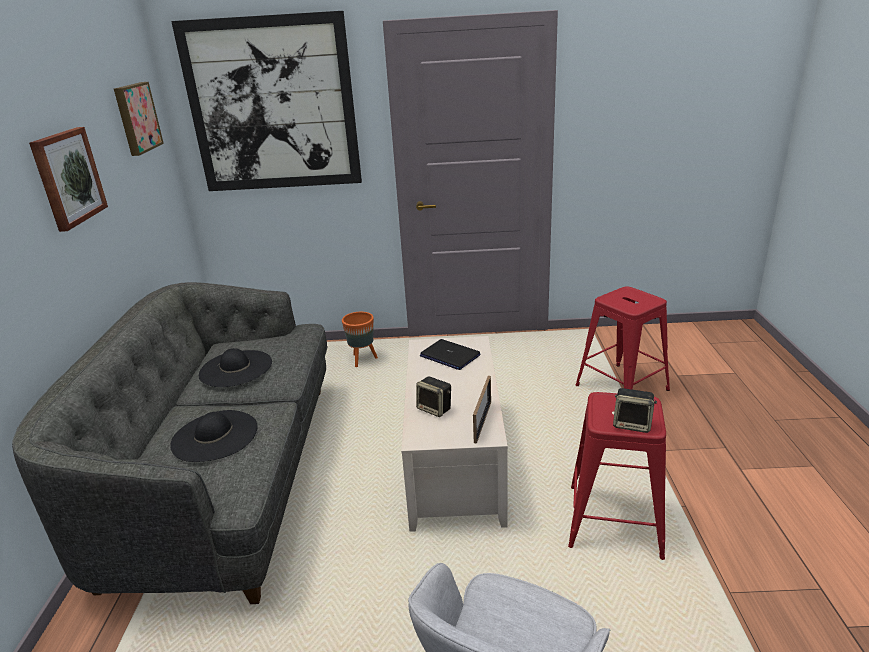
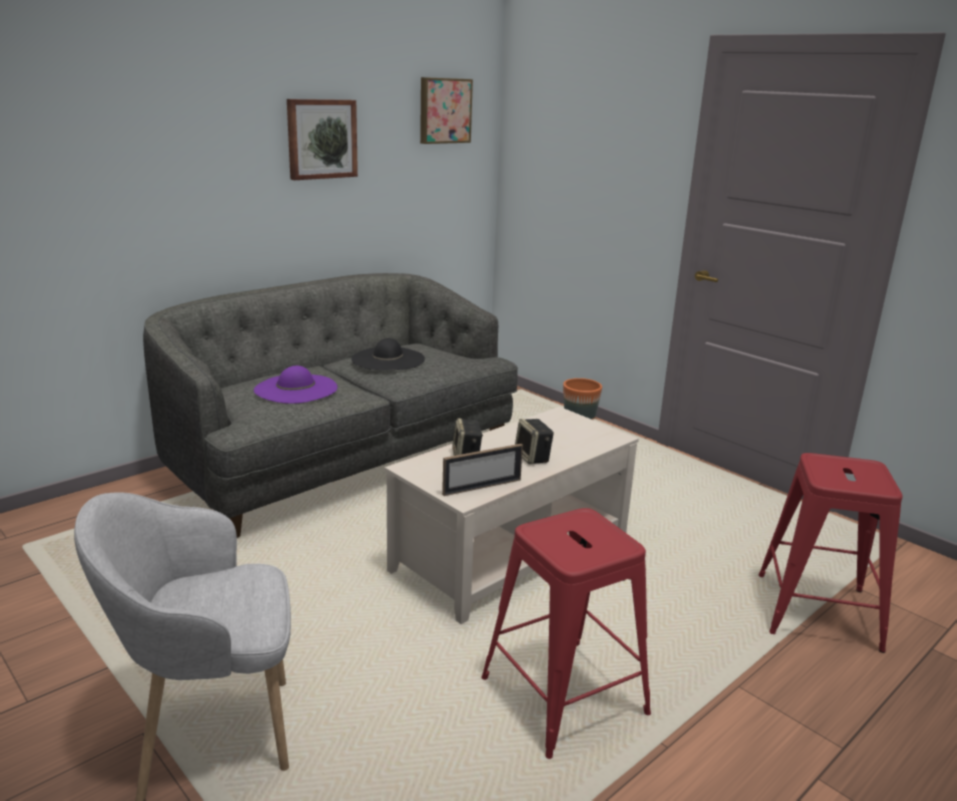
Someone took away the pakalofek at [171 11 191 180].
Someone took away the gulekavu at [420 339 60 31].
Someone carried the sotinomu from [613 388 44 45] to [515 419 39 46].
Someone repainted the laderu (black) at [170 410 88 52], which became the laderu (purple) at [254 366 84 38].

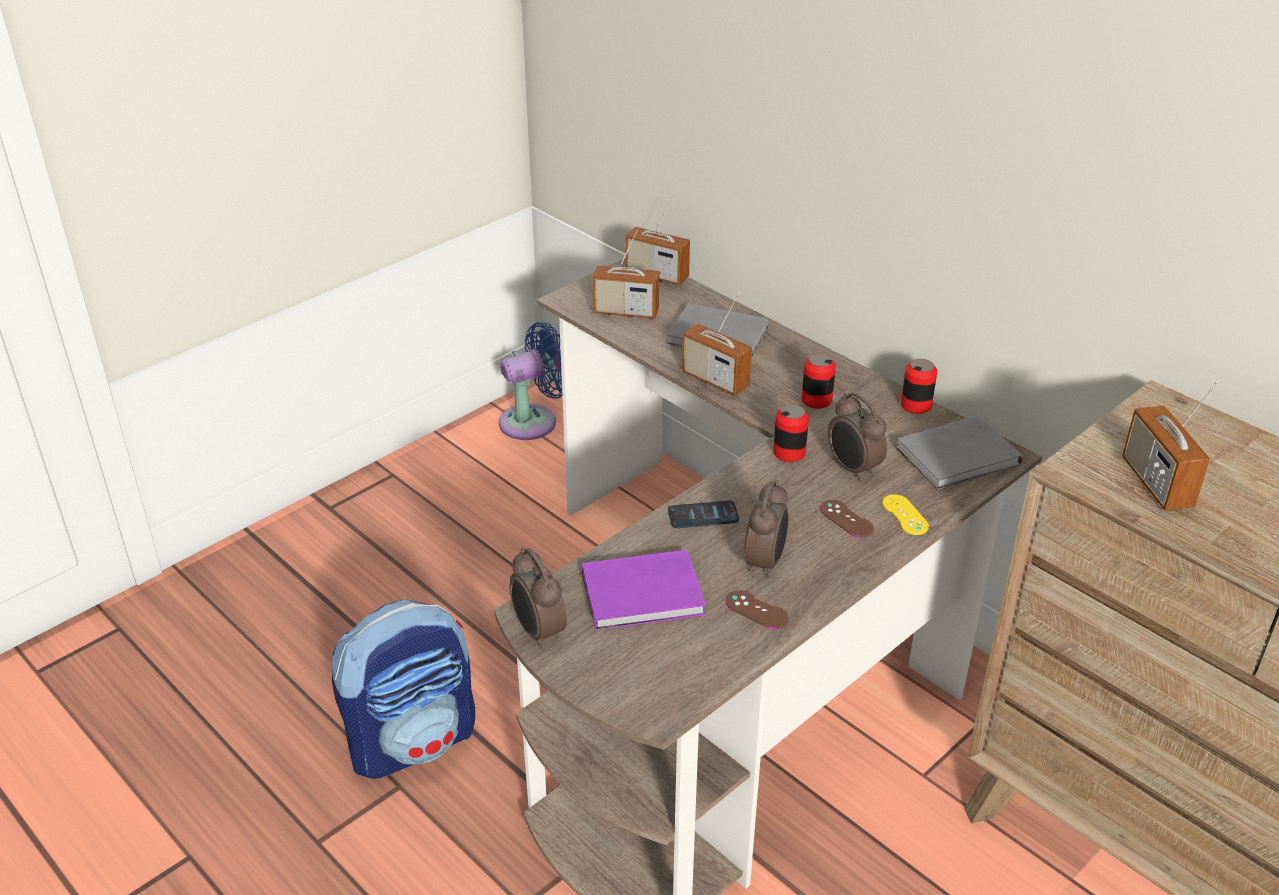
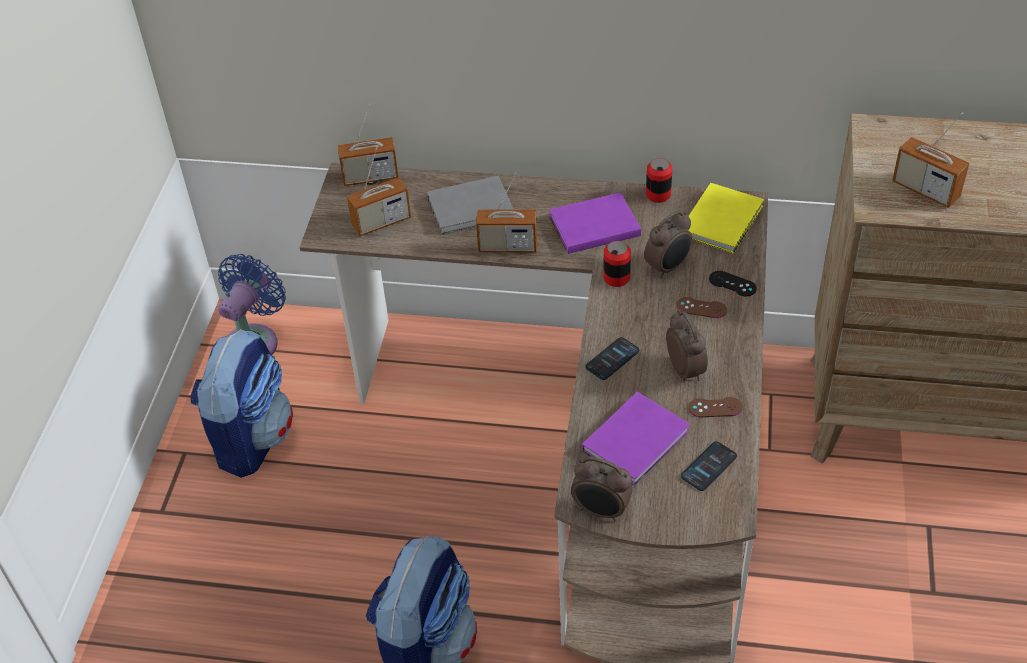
Someone put down the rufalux at [190 329 103 149].
Someone put down the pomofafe at [681 441 56 50].
Someone swapped the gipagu at [802 354 34 55] for the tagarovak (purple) at [549 192 92 62].
Someone repainted the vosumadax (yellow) at [882 495 47 40], which became the vosumadax (black) at [709 271 48 25].
Someone repainted the tagarovak (grey) at [896 415 126 75], which became the tagarovak (yellow) at [688 183 76 71].
Someone rotated the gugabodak at [828 392 59 89] by 60 degrees counterclockwise.

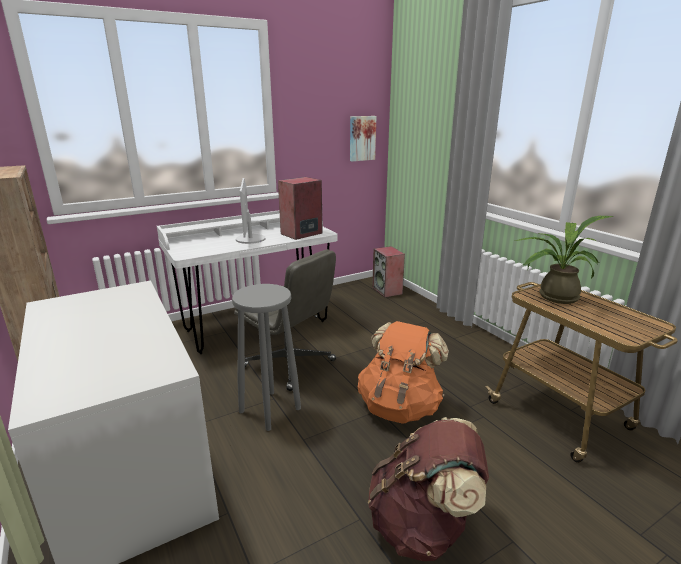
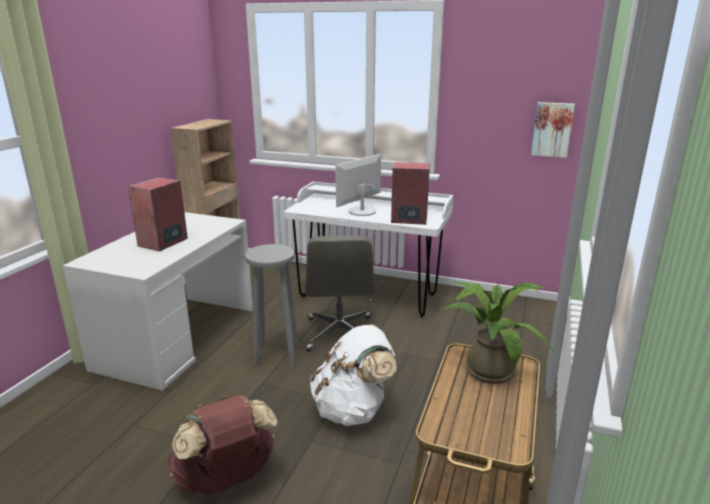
Someone carried the sotinomu from [372 246 33 52] to [128 177 60 74].
Someone repainted the rufalux (orange) at [358 321 91 103], which became the rufalux (white) at [310 325 87 101].

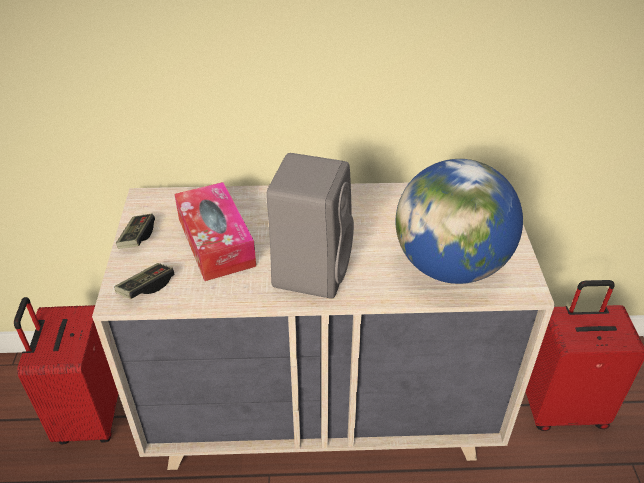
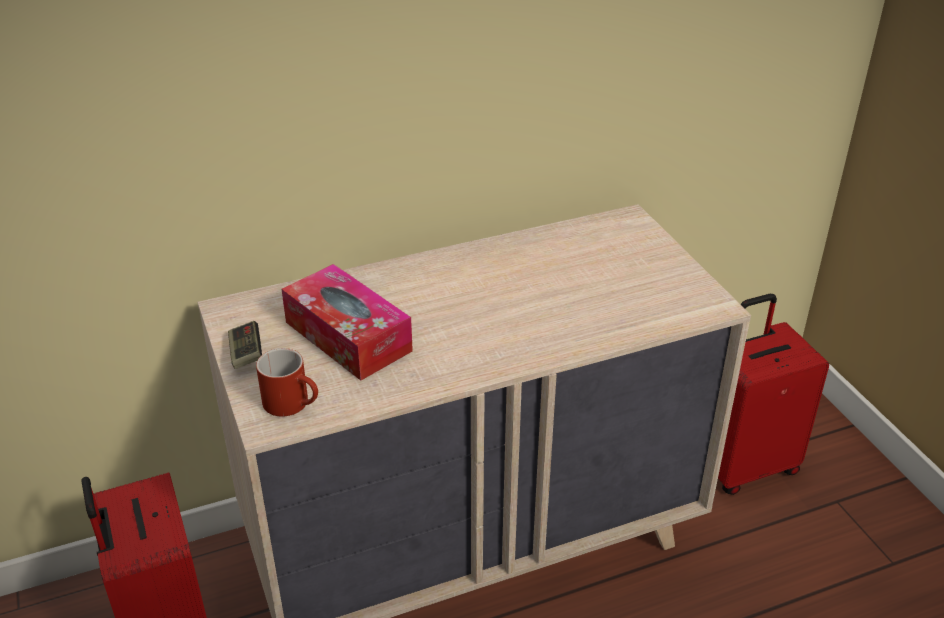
Someone took away the sotinomu (grey) at [266 153 88 146].
Someone took away the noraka at [396 159 127 125].
Someone swapped the vosumadax at [114 263 60 36] for the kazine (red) at [256 348 62 69].

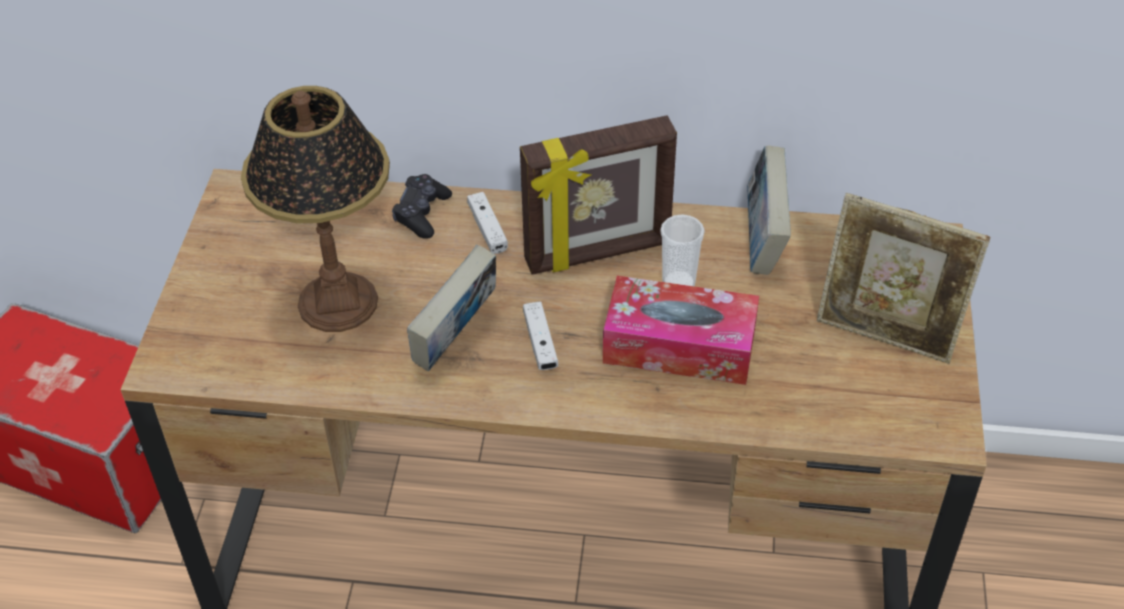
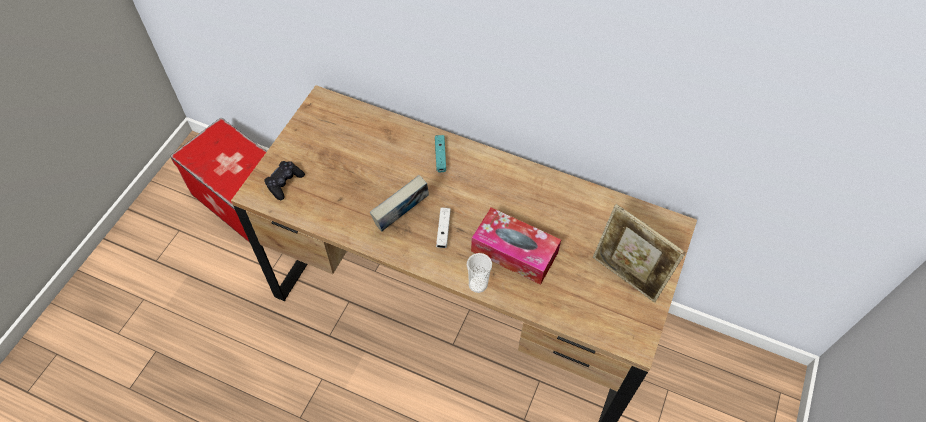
Someone took away the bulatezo at [241 86 149 246].
Someone took away the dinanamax at [520 115 157 160].
Someone took away the tagarovak at [747 146 44 129].
Someone carried the vosumadax (black) from [392 174 60 65] to [264 161 41 39].
Someone carried the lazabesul from [660 214 45 72] to [467 253 25 40].
Someone repainted the vosumadax (white) at [467 192 41 62], which became the vosumadax (turquoise) at [435 135 11 37].

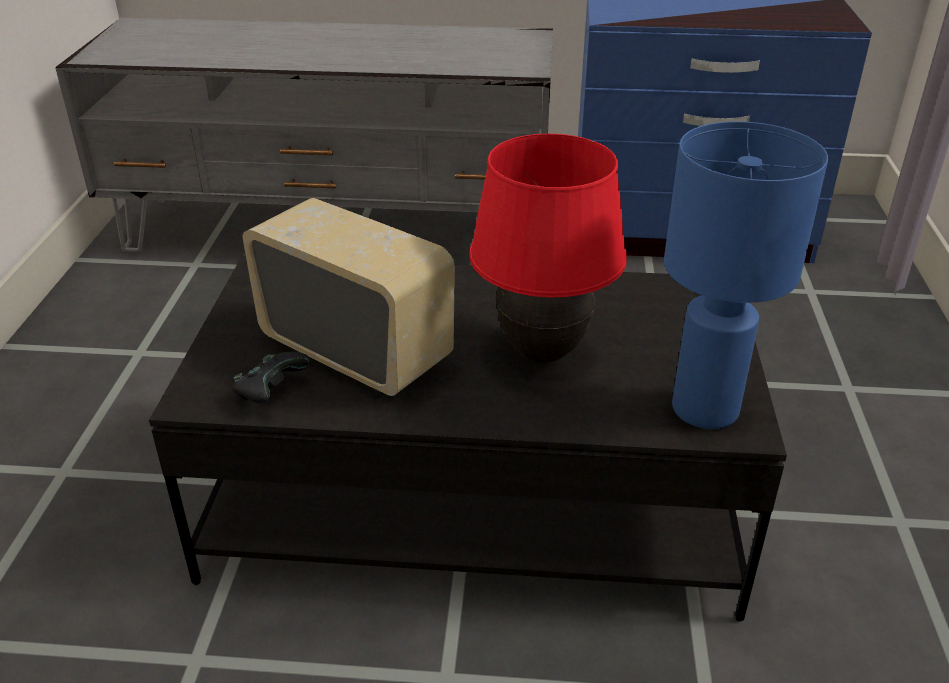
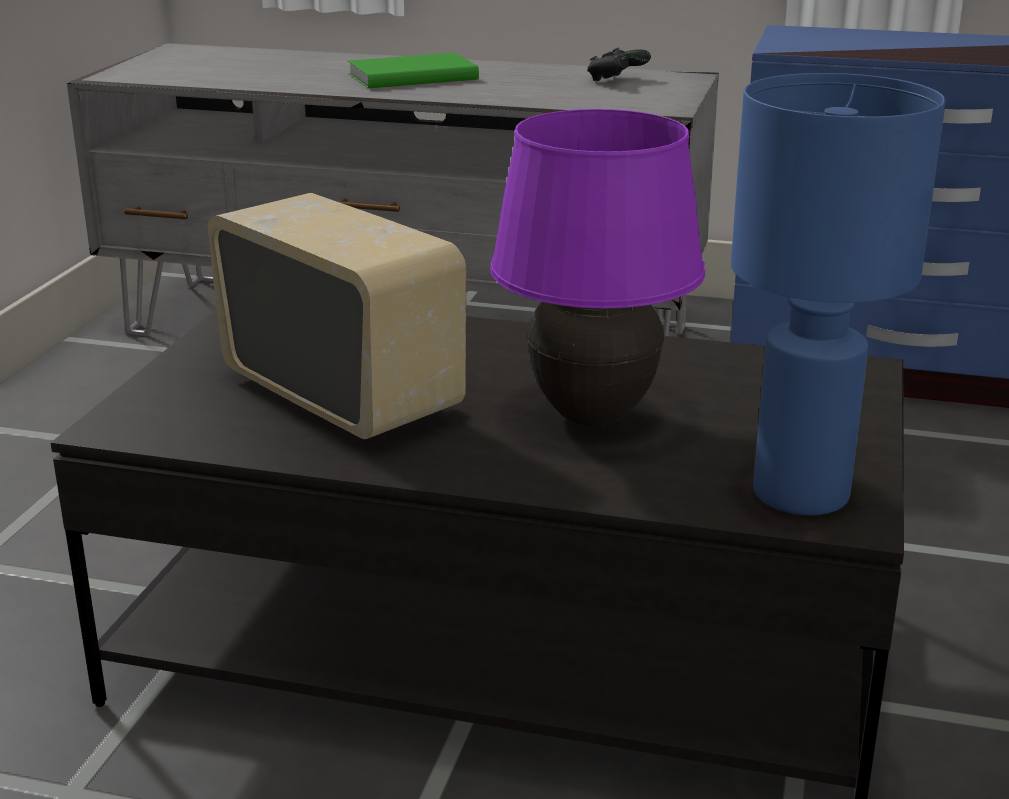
Someone put down the tagarovak (green) at [348 53 131 35].
Someone carried the vosumadax (black) from [232 352 79 52] to [587 47 64 34].
Someone repainted the bulatezo (red) at [469 134 158 229], which became the bulatezo (purple) at [490 109 215 317].

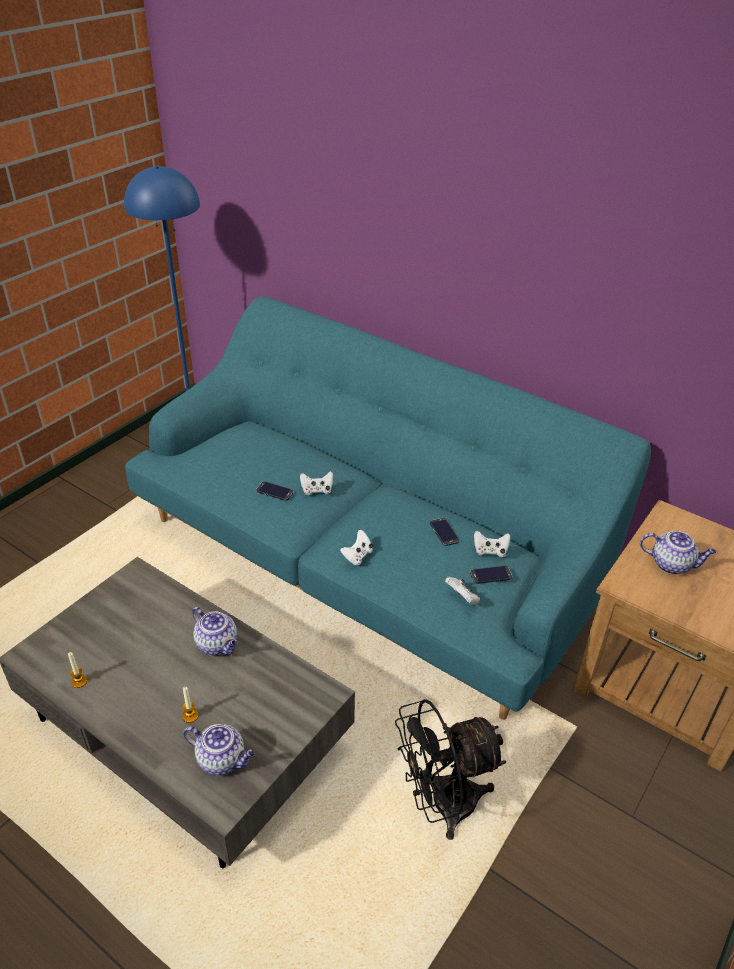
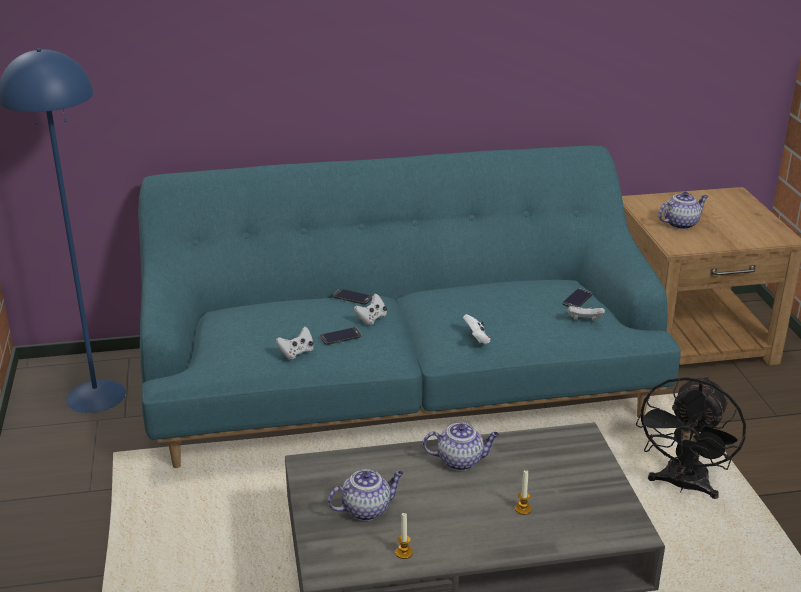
Someone carried the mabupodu from [183 724 72 52] to [328 469 76 52].
Someone carried the pomofafe from [430 518 29 28] to [333 289 39 16].
Someone carried the vosumadax (white) from [474 531 36 26] to [276 327 38 32].

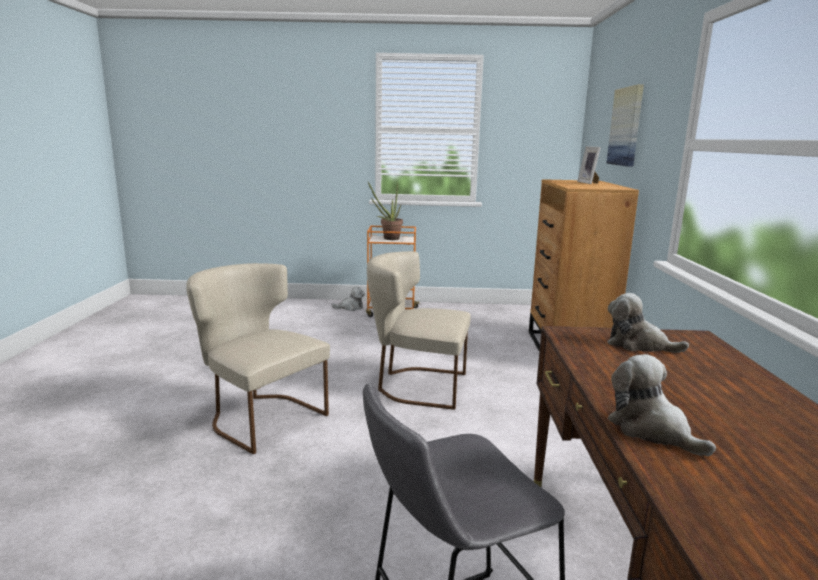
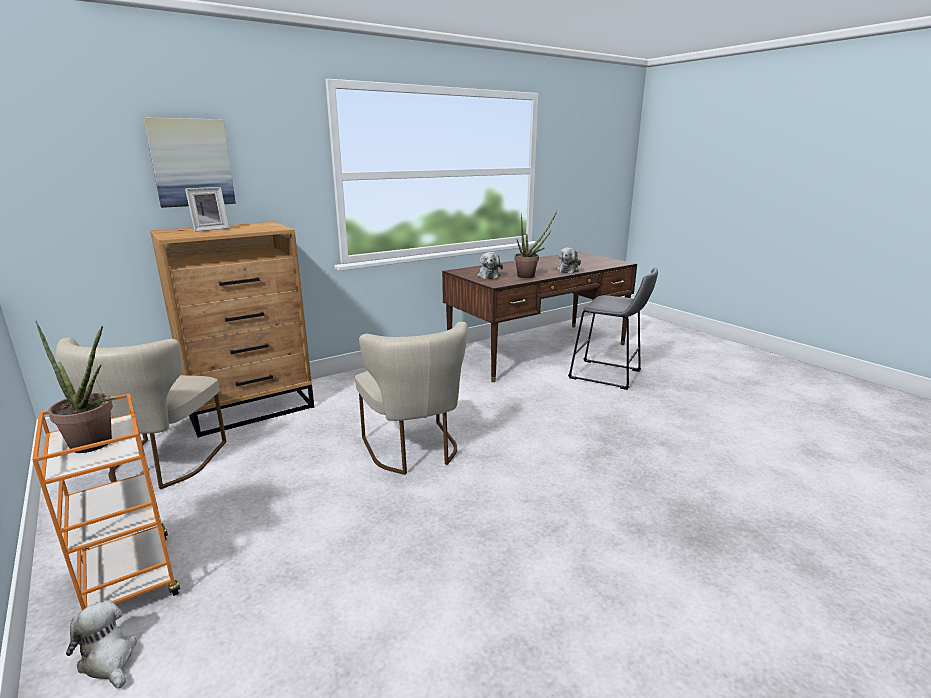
Someone put down the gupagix at [514 211 43 67].
Someone carried the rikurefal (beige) from [186 263 144 191] to [56 337 170 152].

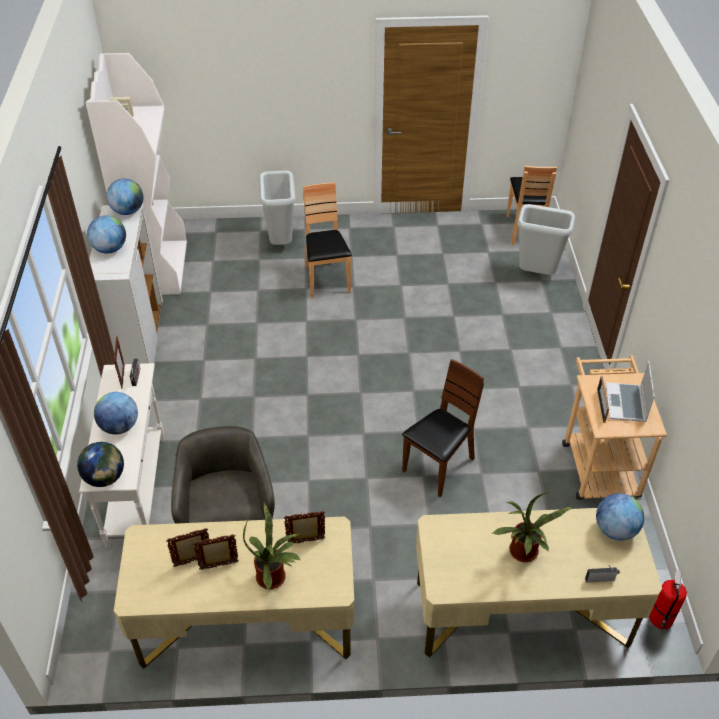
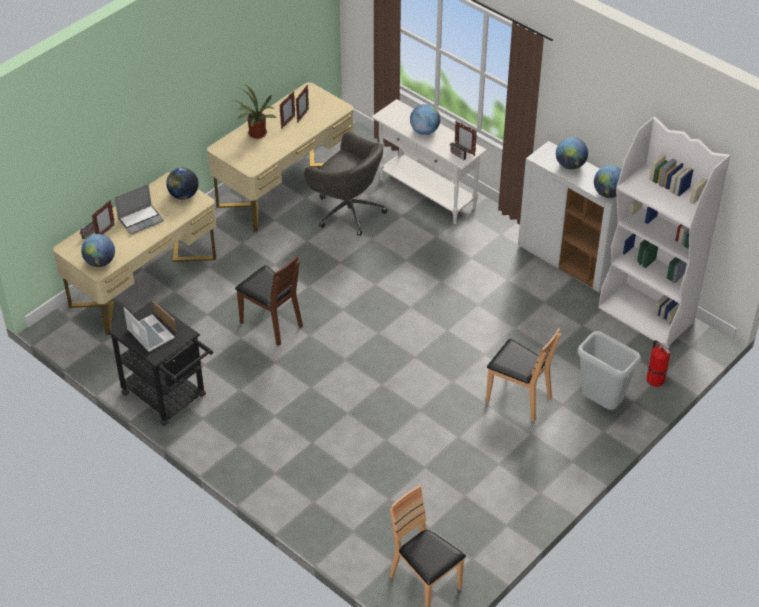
Someone took away the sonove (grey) at [517 204 58 71].
Someone carried the noraka from [77 442 47 45] to [166 168 33 32].
Someone carried the dinanamax from [284 511 41 32] to [92 200 23 35].
Someone carried the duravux from [649 570 38 59] to [647 340 23 47].
Someone swapped the gupagix at [492 492 81 70] for the gulekavu at [114 184 50 51].
Someone repainted the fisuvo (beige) at [562 355 105 145], which became the fisuvo (black) at [108 300 105 126].
Someone rotated the rikurefal (brown) at [402 359 82 138] by 45 degrees counterclockwise.

